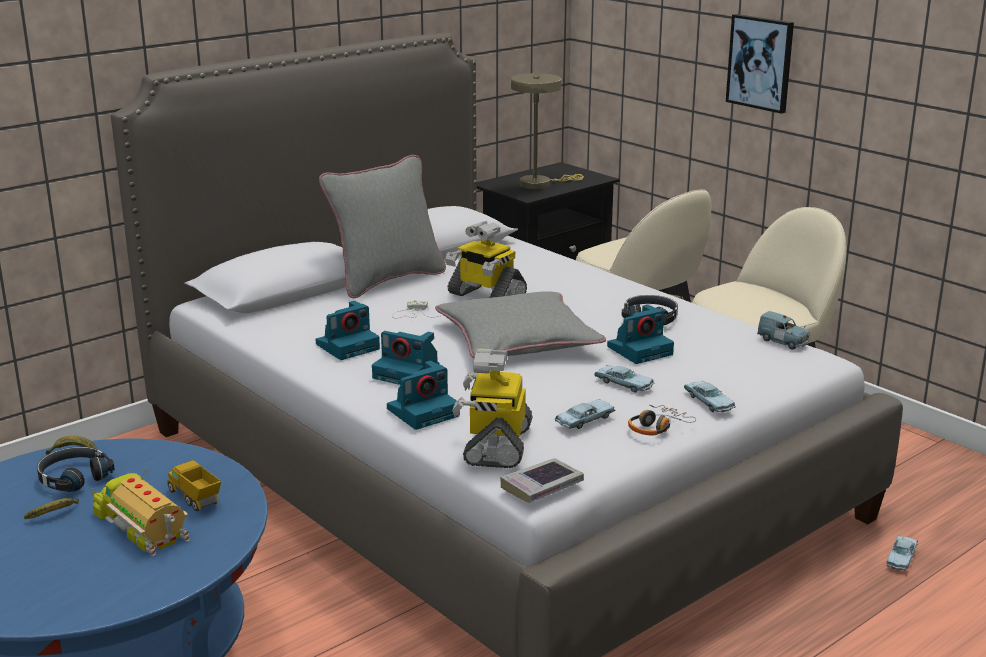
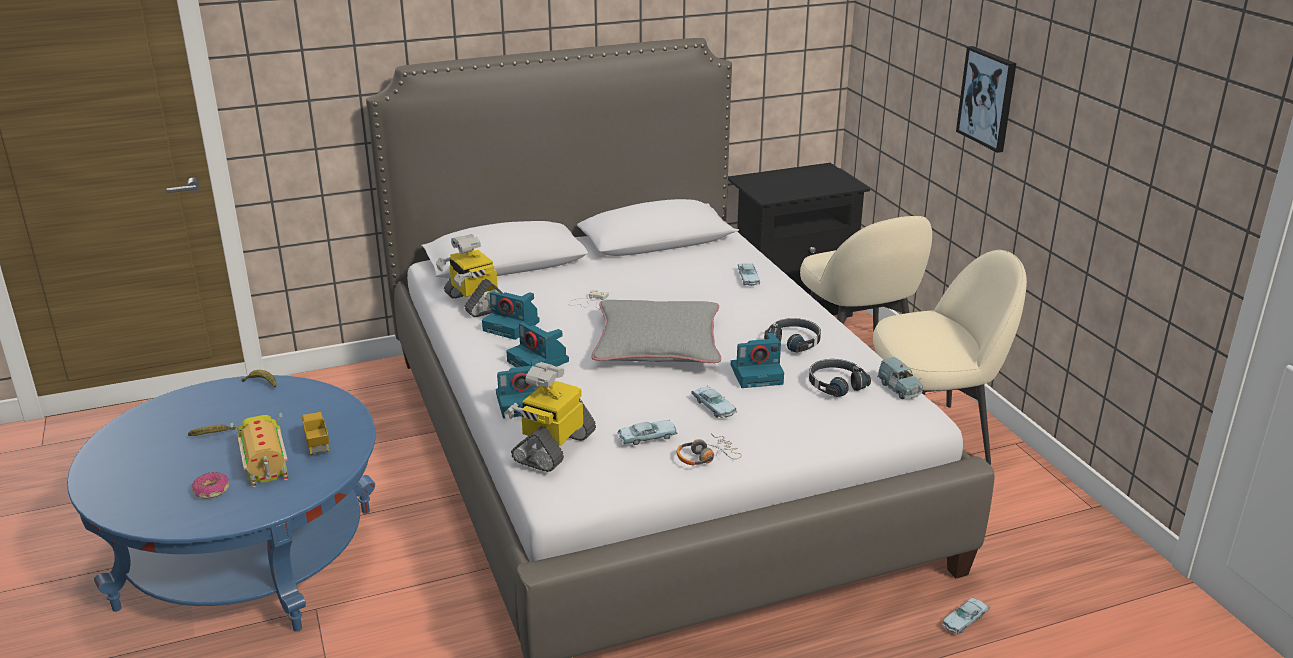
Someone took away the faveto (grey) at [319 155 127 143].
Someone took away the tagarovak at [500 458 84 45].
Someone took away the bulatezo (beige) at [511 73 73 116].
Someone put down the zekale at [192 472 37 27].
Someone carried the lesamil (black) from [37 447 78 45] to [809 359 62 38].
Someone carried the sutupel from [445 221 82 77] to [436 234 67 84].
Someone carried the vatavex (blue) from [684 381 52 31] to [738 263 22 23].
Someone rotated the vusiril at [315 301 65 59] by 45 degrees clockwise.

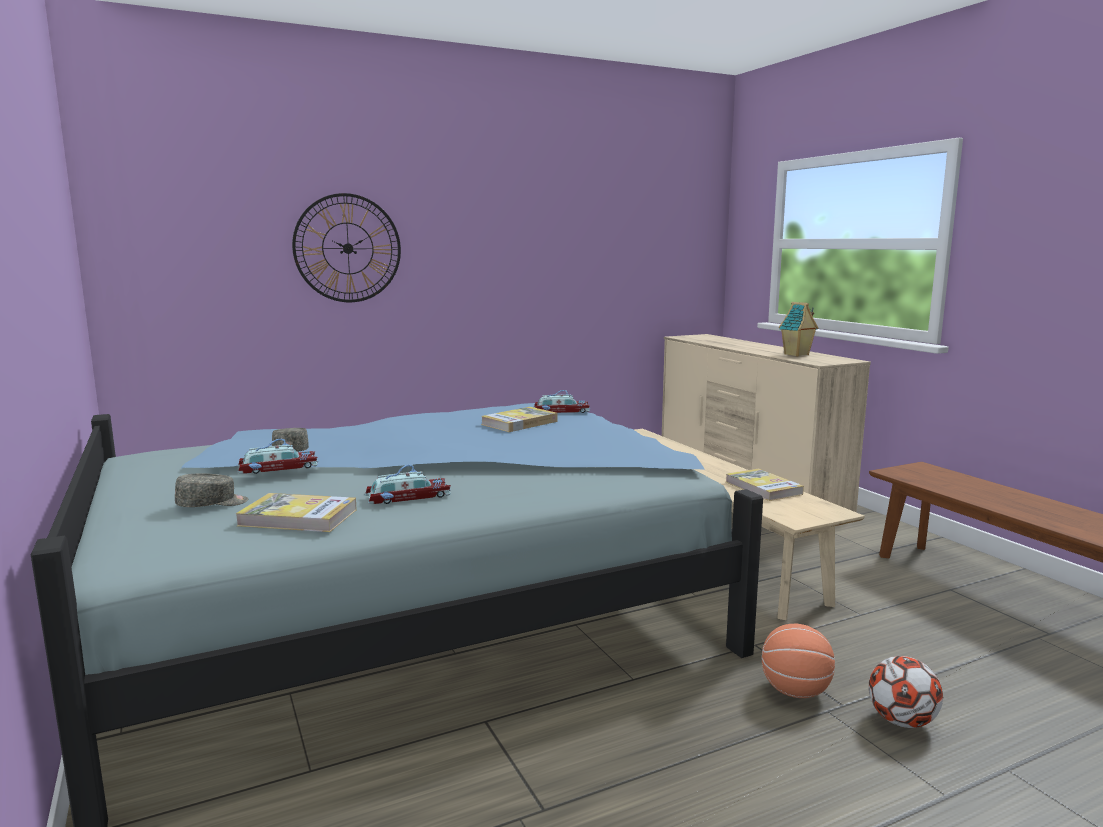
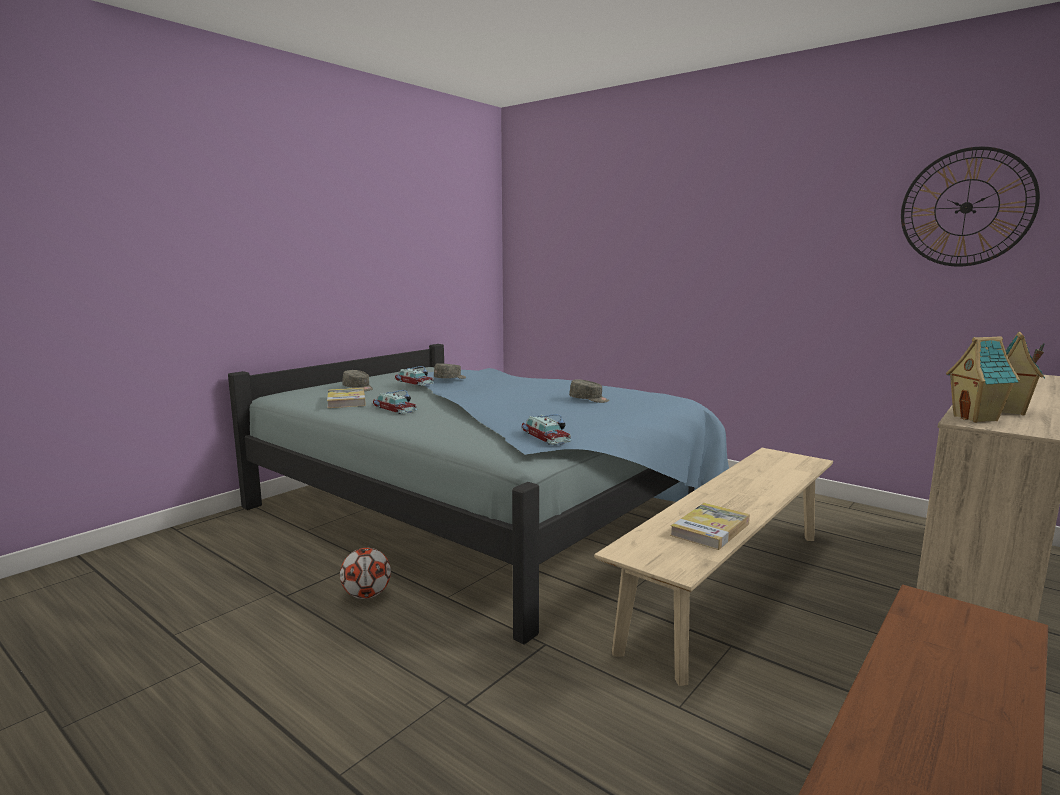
Someone took away the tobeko at [762 624 73 74].
Someone put down the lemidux at [946 336 74 86].
Someone carried the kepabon from [292 193 109 109] to [901 147 139 120].
Someone carried the vatavex from [534 390 56 23] to [522 414 49 31].
Someone carried the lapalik from [869 656 74 72] to [340 548 51 51].
Someone swapped the tagarovak at [481 407 77 25] for the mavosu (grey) at [569 379 40 24].

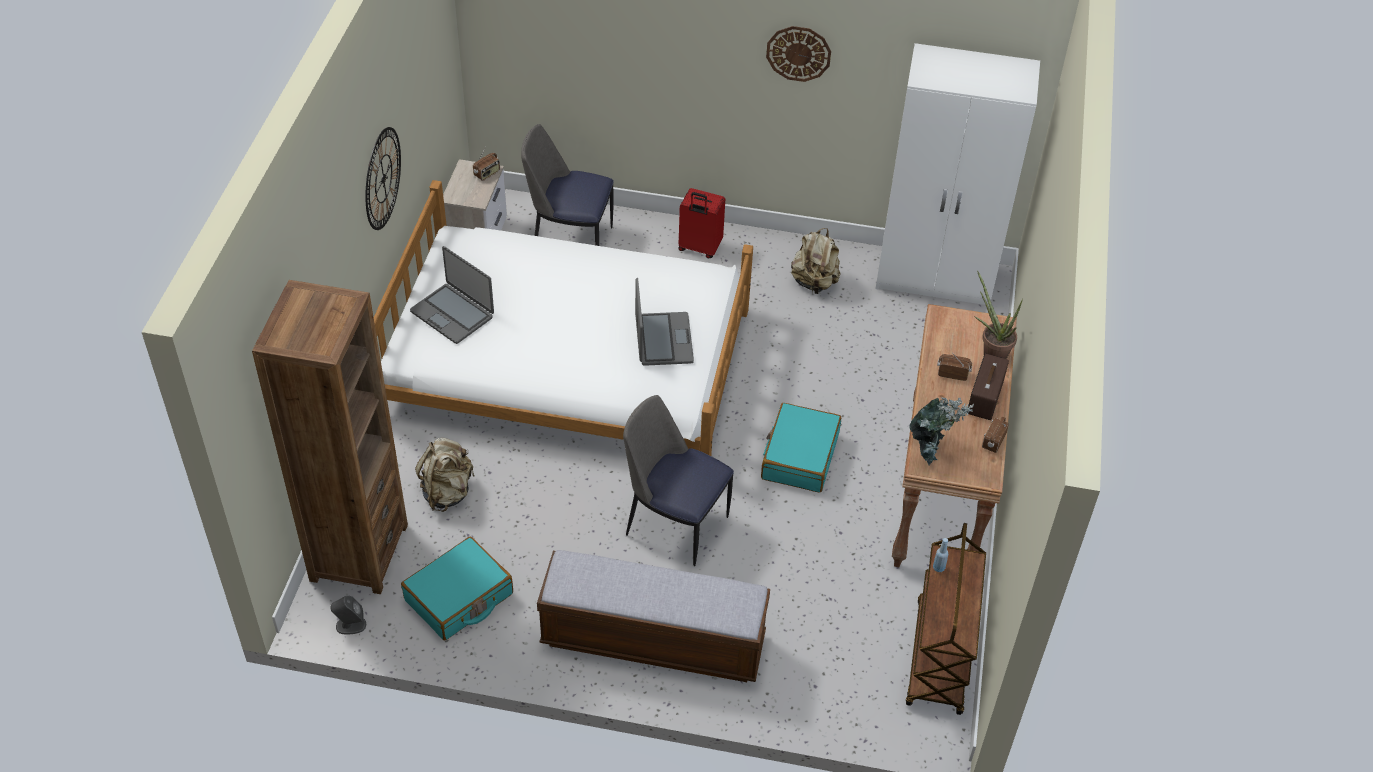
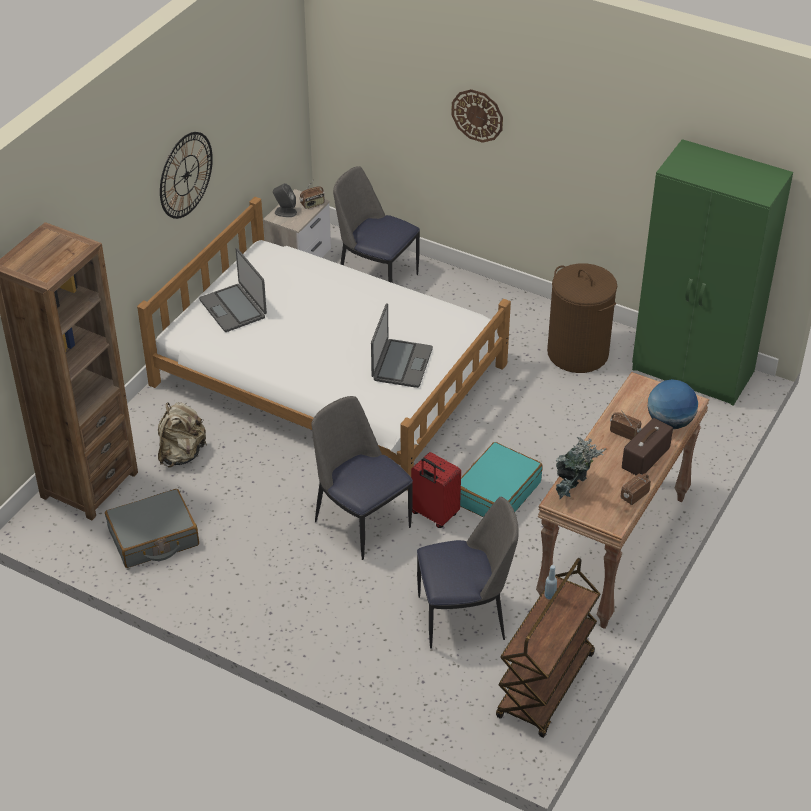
Someone took away the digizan at [537 550 233 132].
Someone put down the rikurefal at [417 497 102 152].
Someone carried the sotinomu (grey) from [330 595 36 39] to [273 183 24 34].
Someone carried the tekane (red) from [678 188 47 71] to [411 452 50 76].
Someone carried the kepabon from [766 26 65 56] to [451 89 52 54].
Someone swapped the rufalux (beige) at [791 228 50 66] for the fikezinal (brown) at [547 263 70 110].
Someone swapped the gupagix at [975 271 48 88] for the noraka at [648 379 50 50].
Someone repainted the tekane (turquoise) at [401 537 112 103], which became the tekane (grey) at [105 489 94 79].
Someone repainted the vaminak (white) at [875 43 165 263], which became the vaminak (green) at [632 139 161 267].

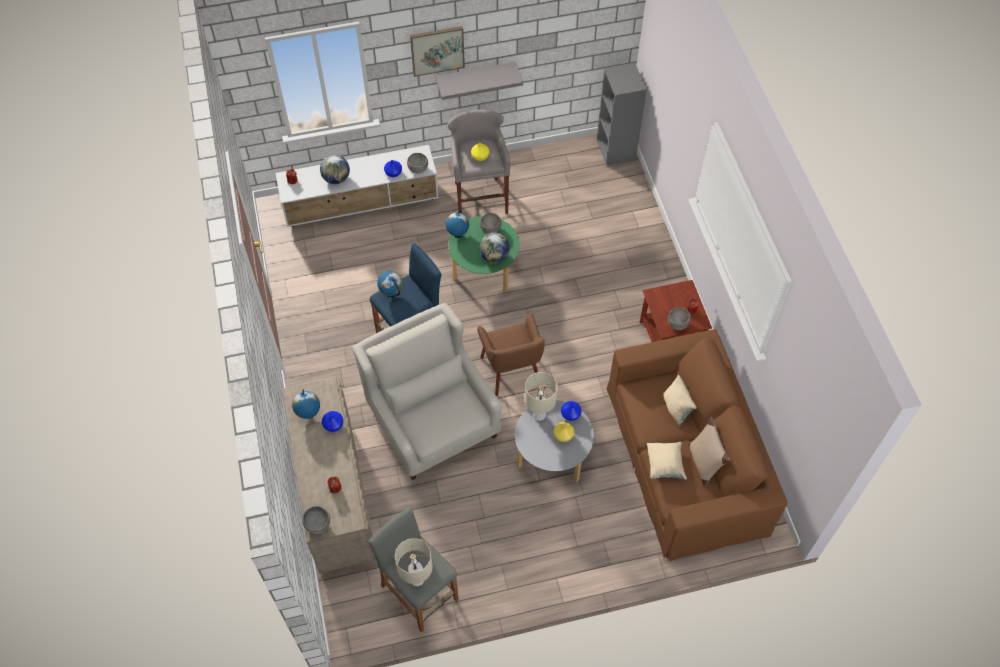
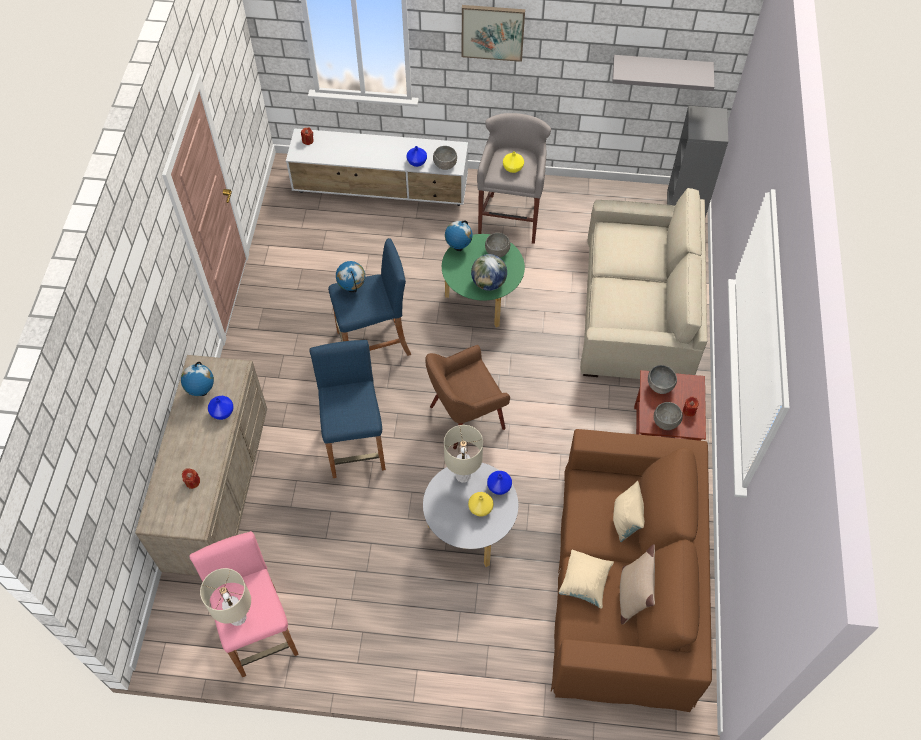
Someone took away the noraka at [320 154 30 30].
Someone put down the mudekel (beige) at [580 188 127 191].
Someone carried the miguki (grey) from [302 506 28 28] to [648 365 29 29].
Someone carried the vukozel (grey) from [436 62 87 38] to [612 55 102 36].
Someone swapped the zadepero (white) at [353 303 149 177] for the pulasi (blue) at [309 340 77 138].
Someone repainted the pulasi (grey) at [368 507 91 126], which became the pulasi (pink) at [190 531 109 146].
Someone rotated the zadepero (brown) at [477 313 68 83] by 60 degrees clockwise.

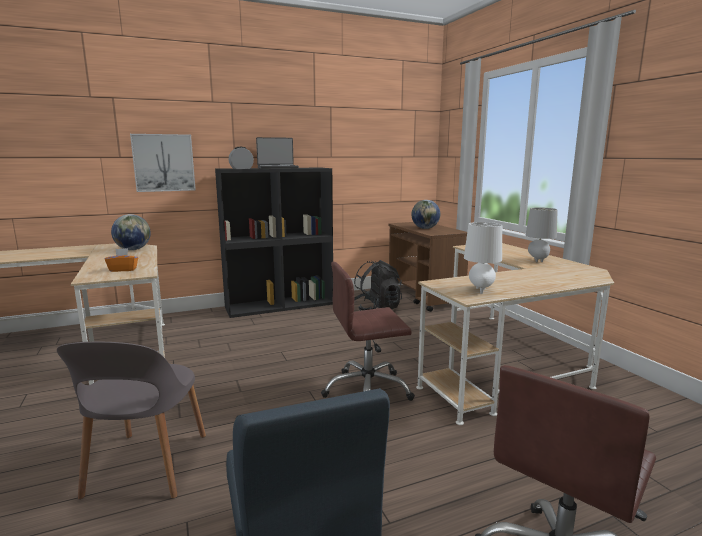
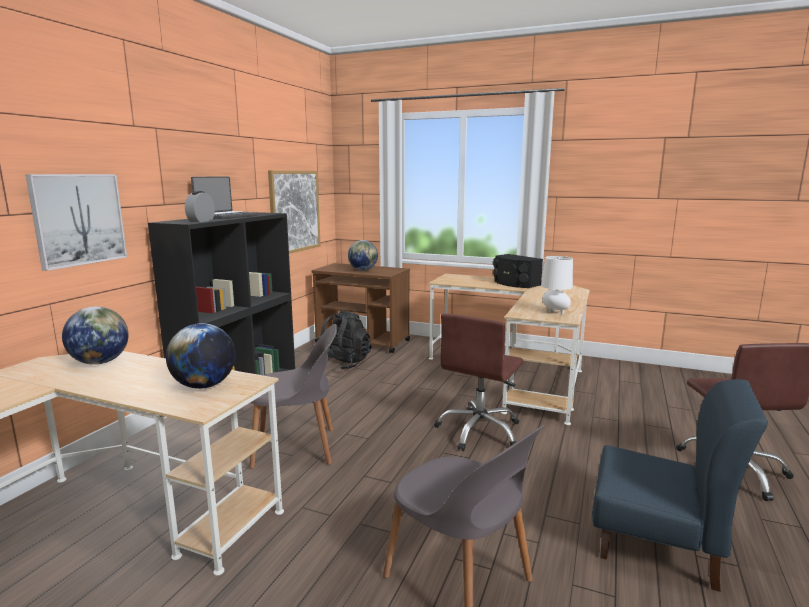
Someone put down the rikurefal (grey) at [249 324 88 145].
Someone put up the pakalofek at [268 170 53 84].
Someone swapped the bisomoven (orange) at [105 248 33 24] for the noraka at [166 323 69 66].
Someone swapped the bulatezo (grey) at [525 207 33 55] for the sotinomu (black) at [493 254 50 34].

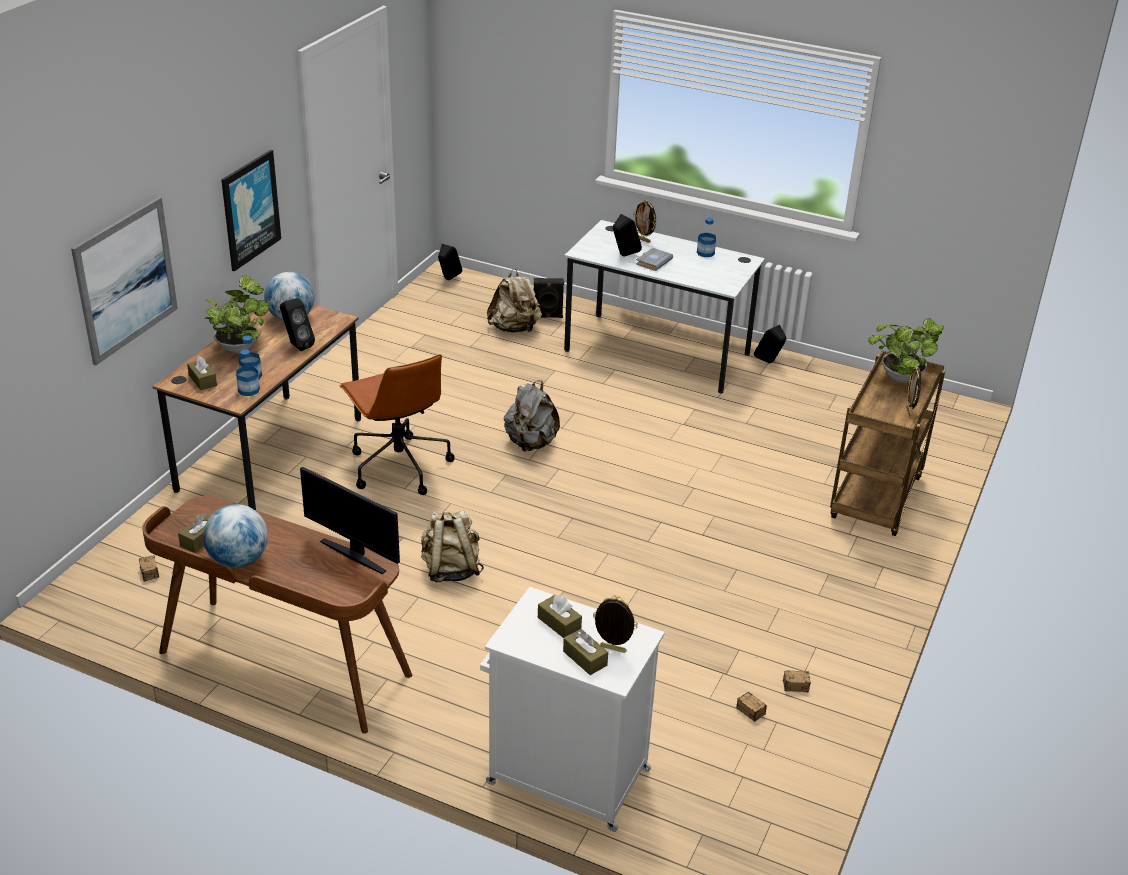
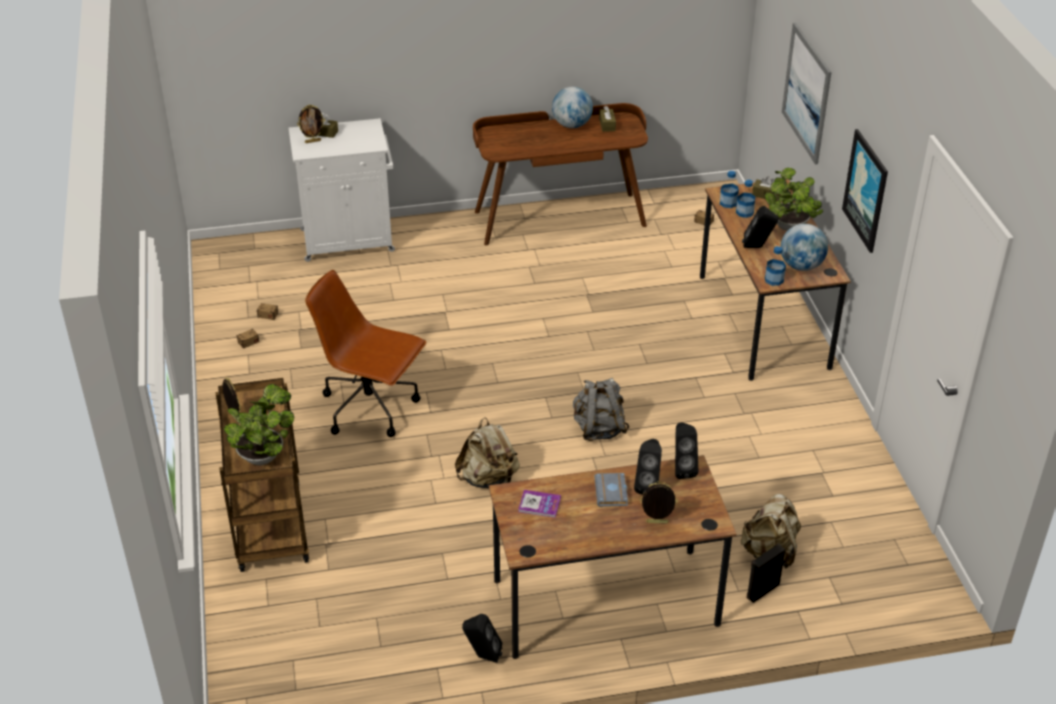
Someone took away the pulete at [300 466 100 108].
Someone took away the bisomoven (brown) at [538 595 44 43].
Someone put down the tagarovak at [518 490 43 28].
Someone carried the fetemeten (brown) from [340 354 115 141] to [305 270 121 167].
Someone carried the rufalux (beige) from [421 510 63 72] to [455 417 65 71].
Someone carried the sotinomu (black) from [438 244 24 36] to [675 422 24 57].
Someone carried the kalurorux from [697 218 19 39] to [765 246 21 40].
Someone repainted the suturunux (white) at [564 220 201 173], which became the suturunux (brown) at [489 455 248 204].

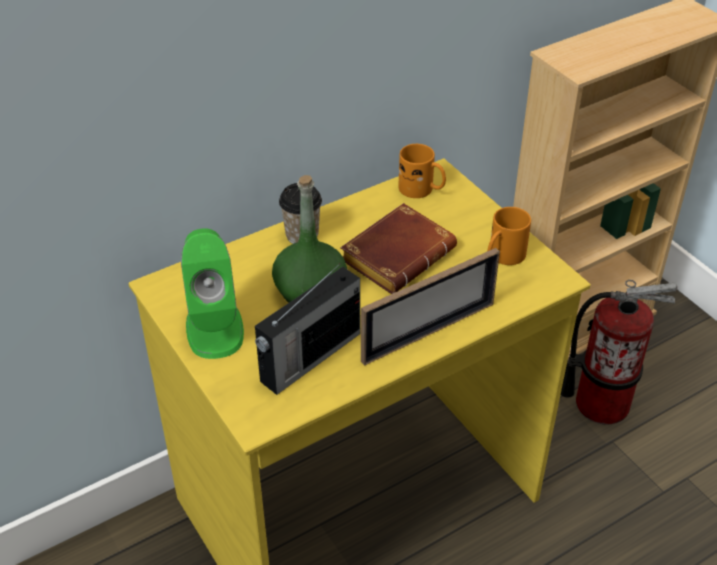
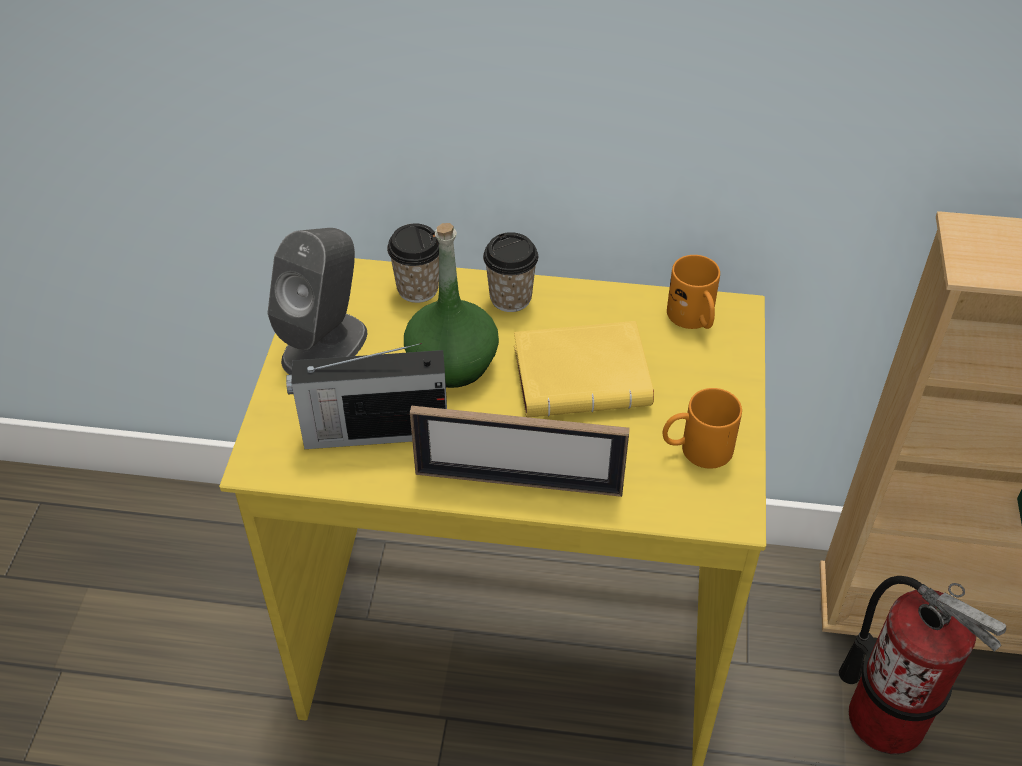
Someone put down the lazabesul at [387 223 52 80].
Someone repainted the sotinomu (green) at [181 228 63 131], which became the sotinomu (grey) at [268 228 100 147].
Someone repainted the tagarovak (brown) at [340 203 117 91], which became the tagarovak (yellow) at [514 321 140 96].

